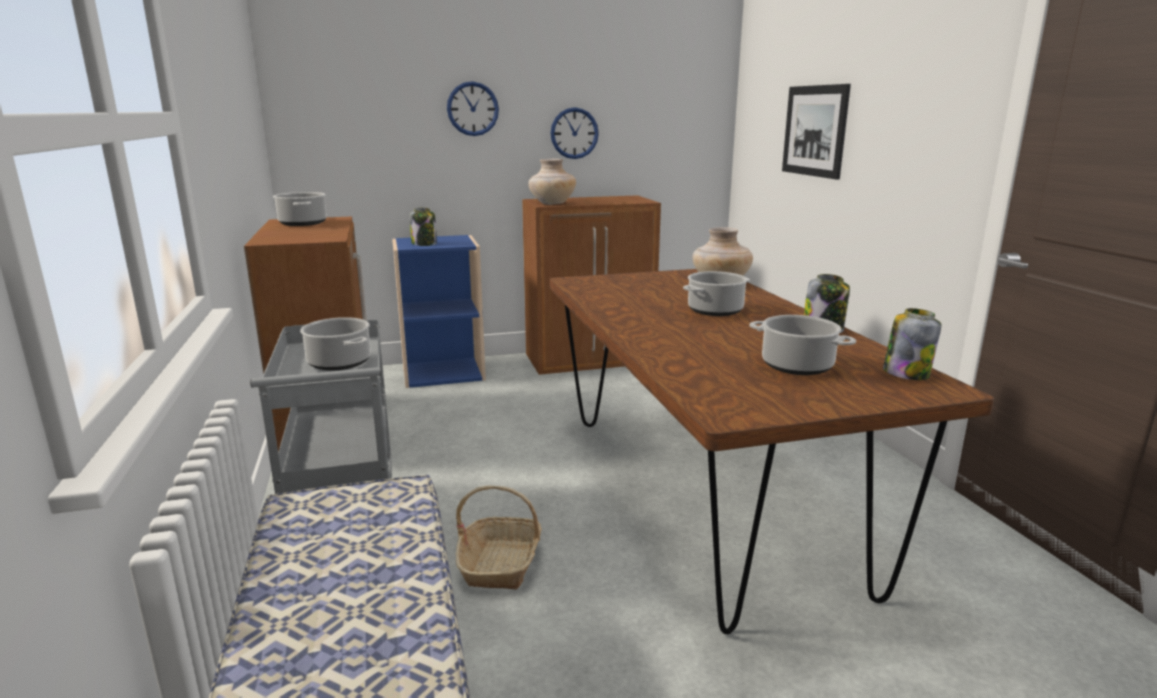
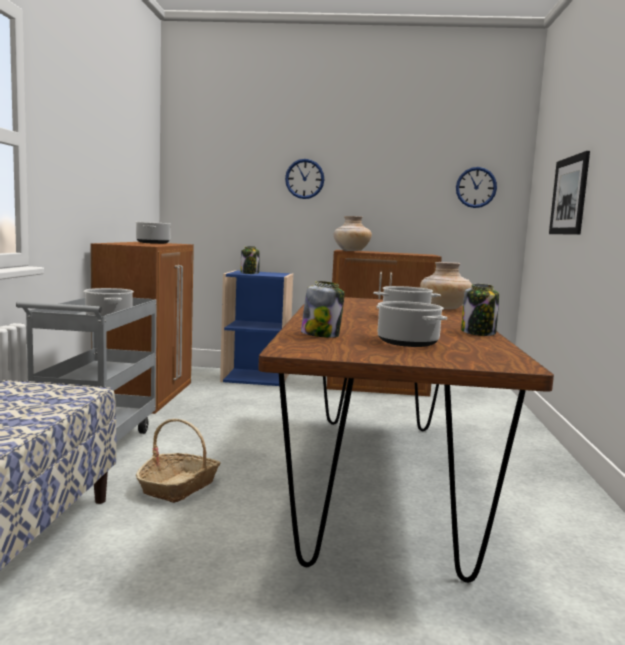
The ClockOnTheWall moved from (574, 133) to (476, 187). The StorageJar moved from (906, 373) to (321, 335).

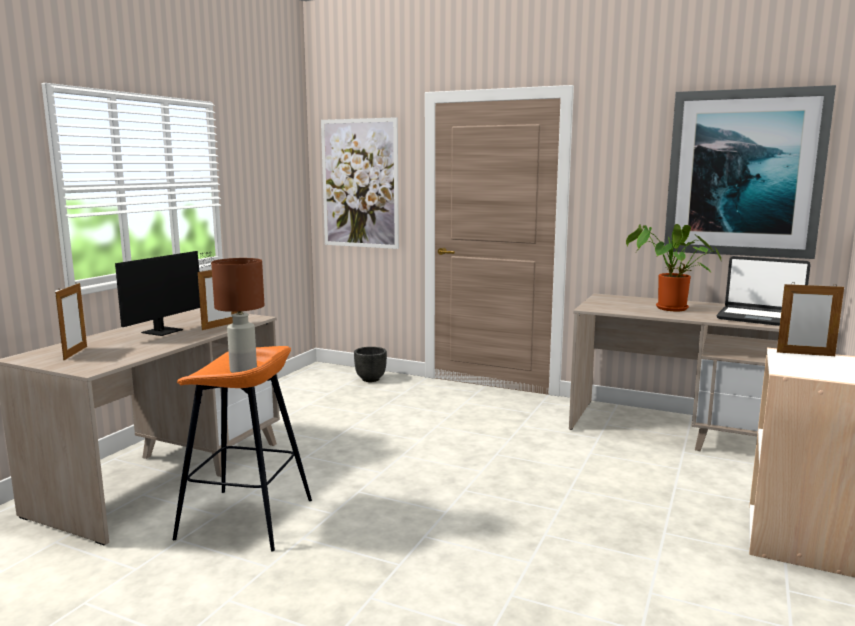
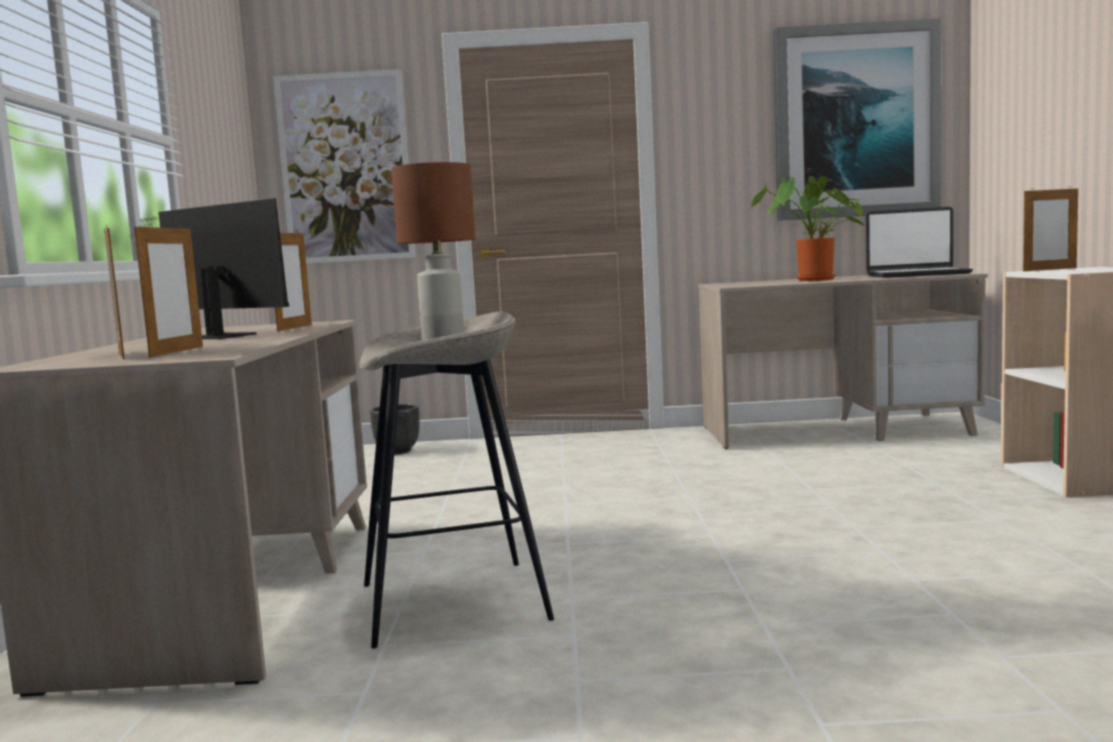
The PictureFrame at (177, 351) appeared. The OrangeySittingStool at (246, 519) became the GreyishSittingStool at (454, 601). The Monitor at (167, 330) turned 60 degrees counterclockwise.

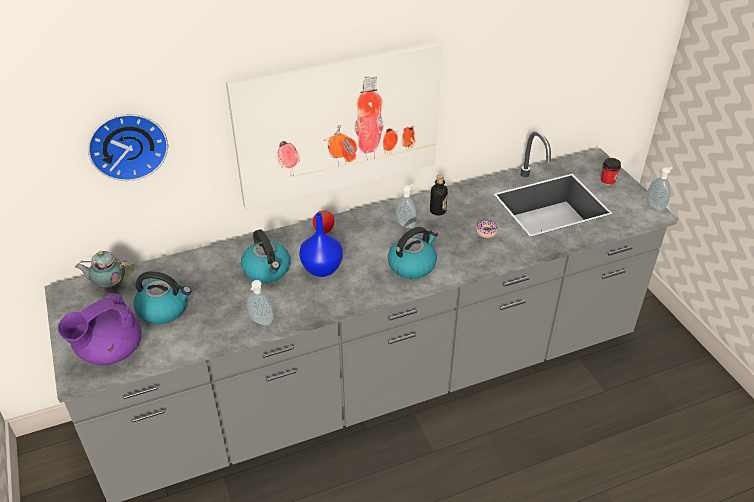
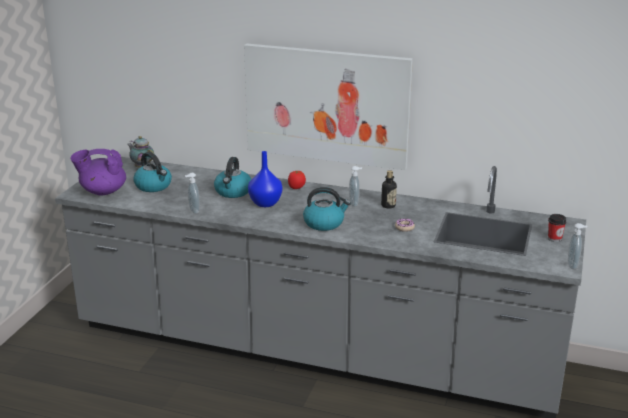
The ClockOnTheWall at (127, 144) disappeared.

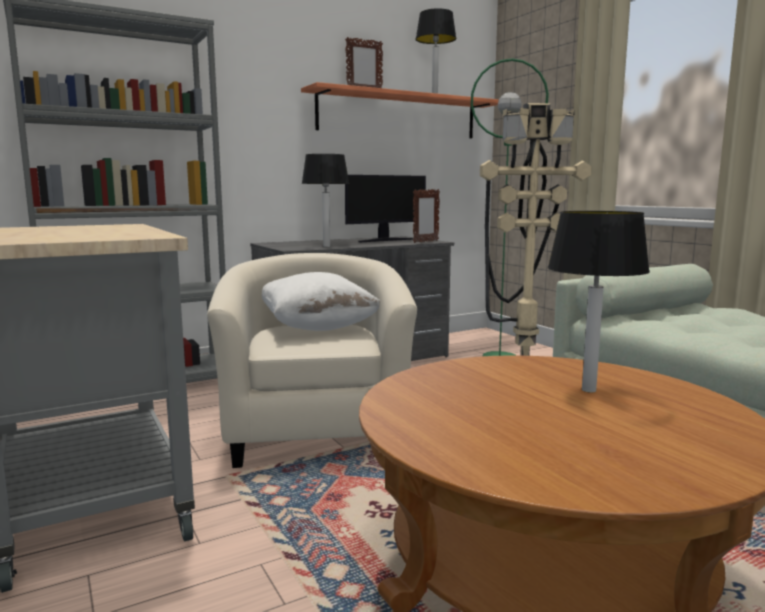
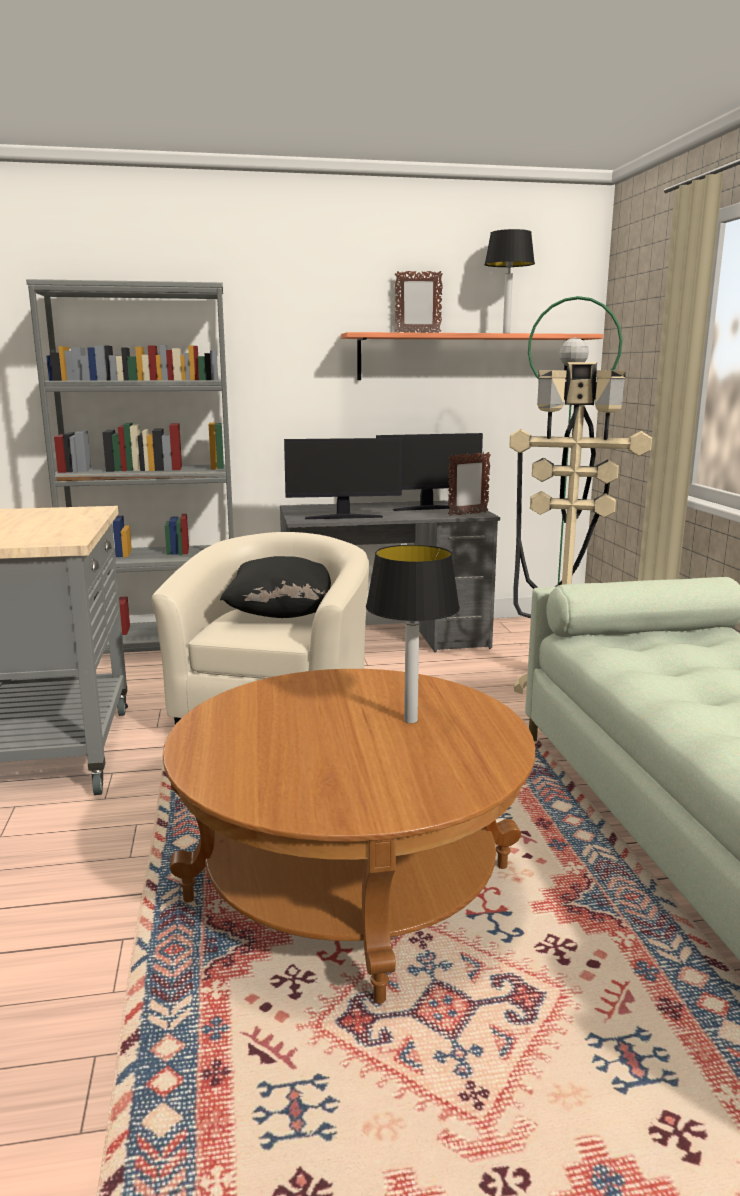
The LampForATable at (326, 246) was replaced by the Monitor at (343, 517). The WhitishPillow at (317, 328) became the BlackColouredPillow at (282, 613).

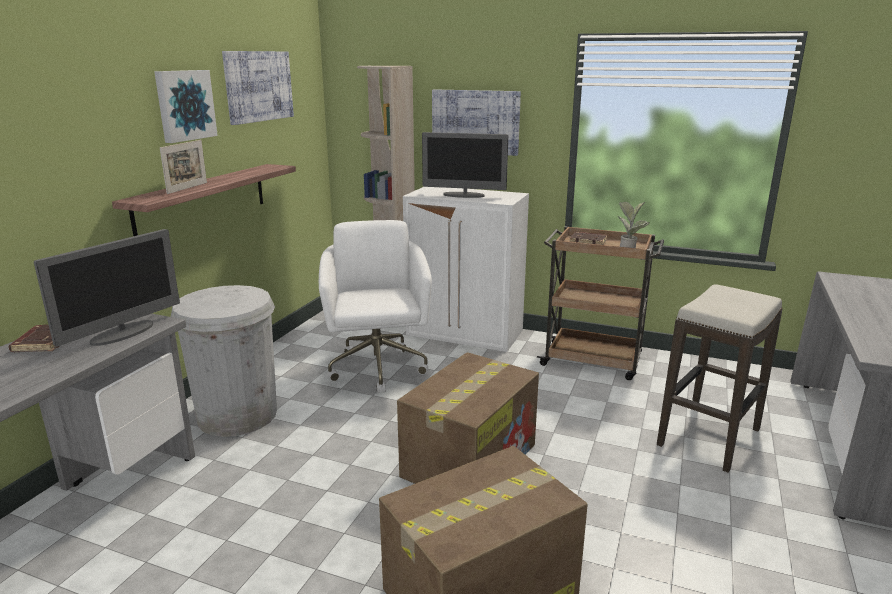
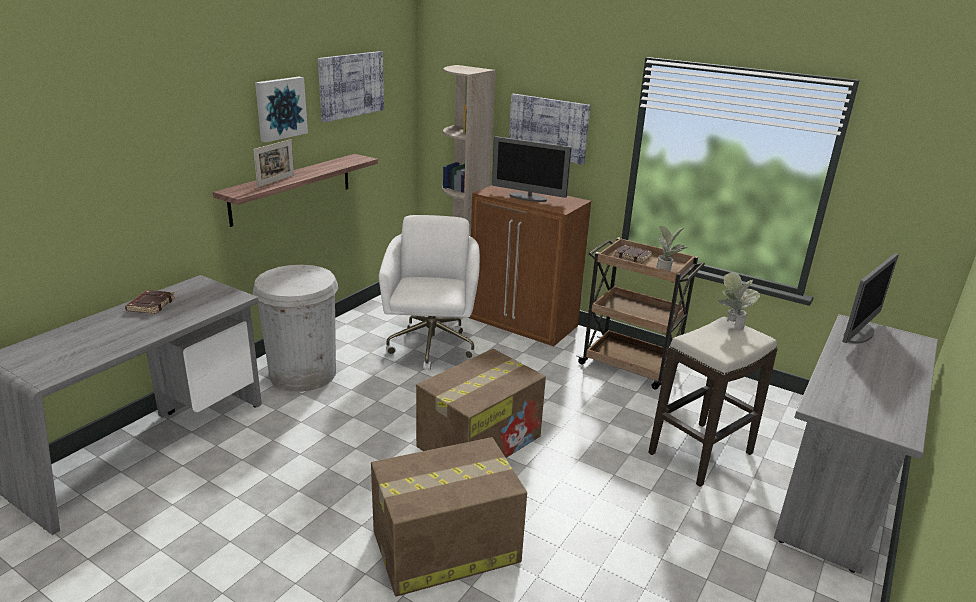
The Houseplant at (731, 325) appeared. The Monitor moved from (123, 333) to (858, 334). The WhitishCabinet at (465, 332) became the BrownCabinet at (523, 322).

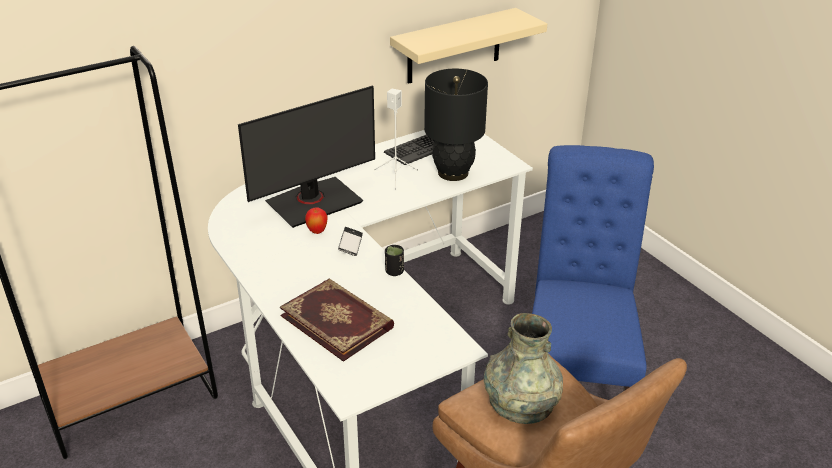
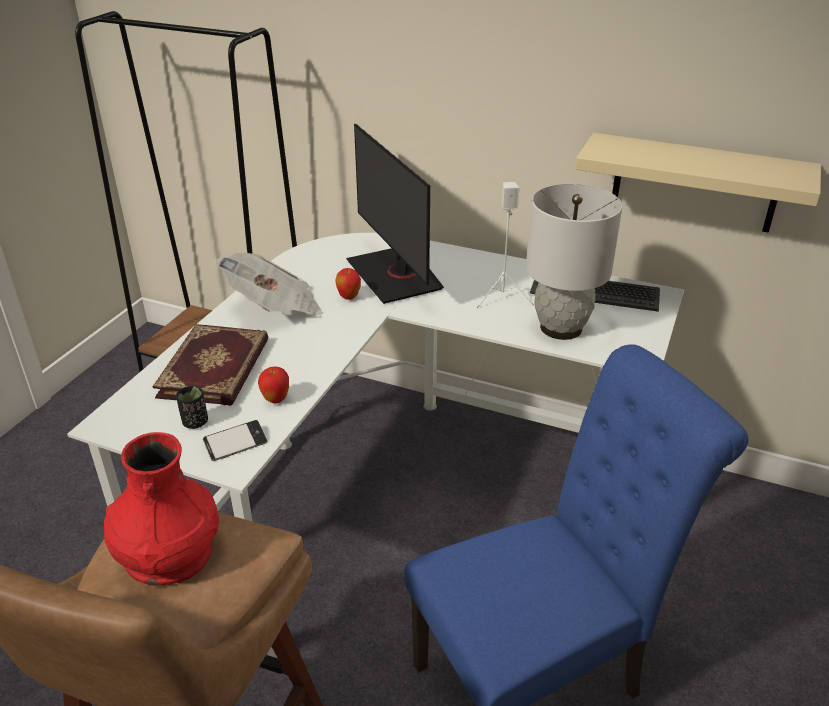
The PrintedPaper at (275, 308) appeared. The AppleFruit at (276, 400) appeared. The Handset moved from (350, 244) to (235, 444). The BlackColouredSmallCup moved from (394, 272) to (195, 422). The BlackColouredLampForATable at (453, 173) became the WhitishLampForATable at (561, 328). The GreyishVase at (521, 402) became the ReddishVase at (168, 552). The Monitor at (313, 202) turned 45 degrees clockwise.

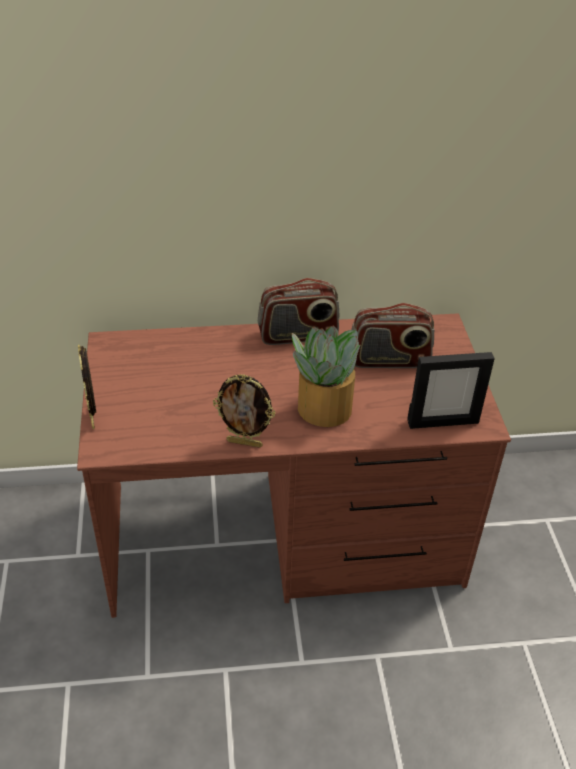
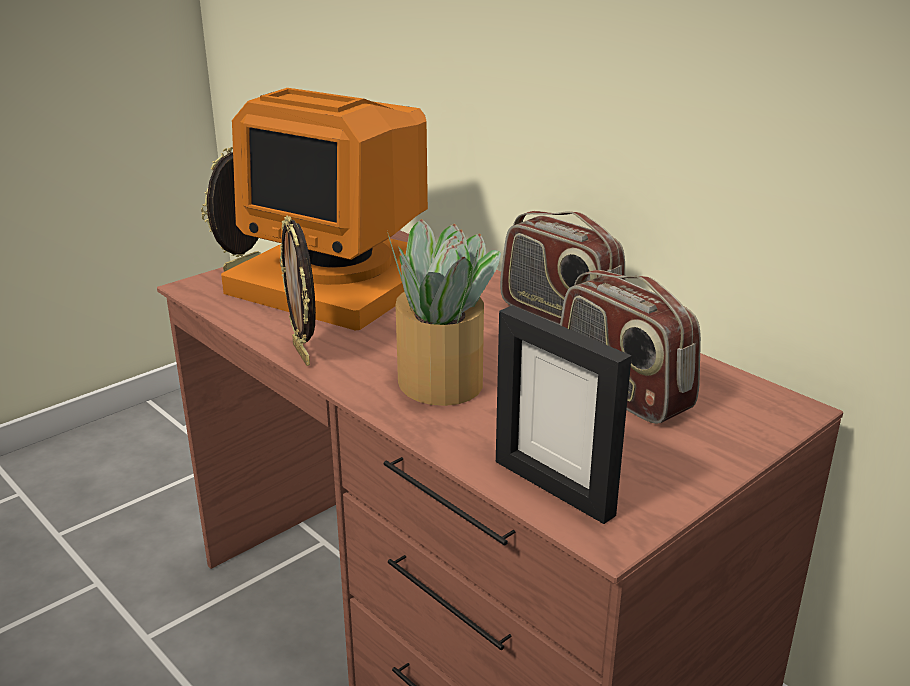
The Monitor at (342, 279) appeared.

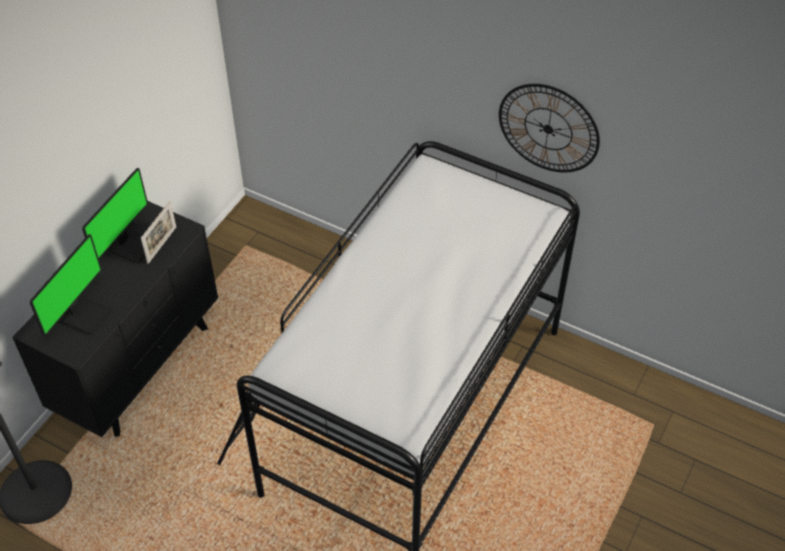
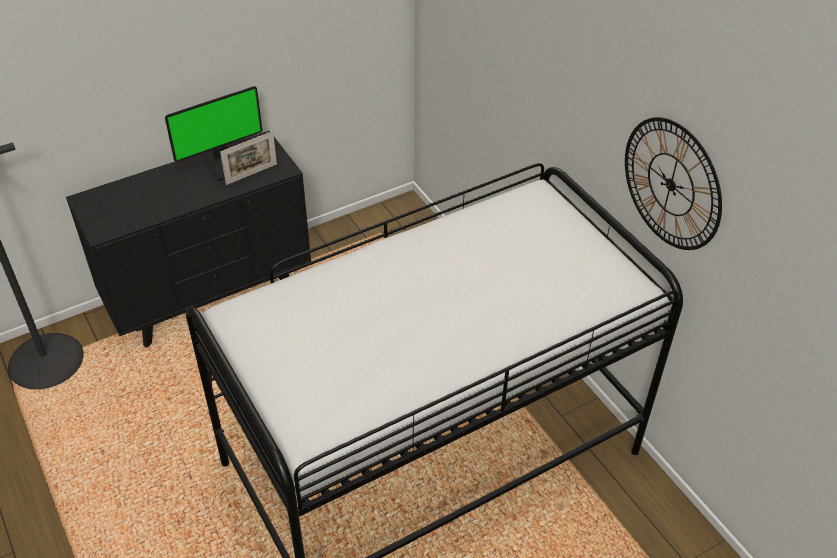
The Monitor at (86, 315) disappeared.

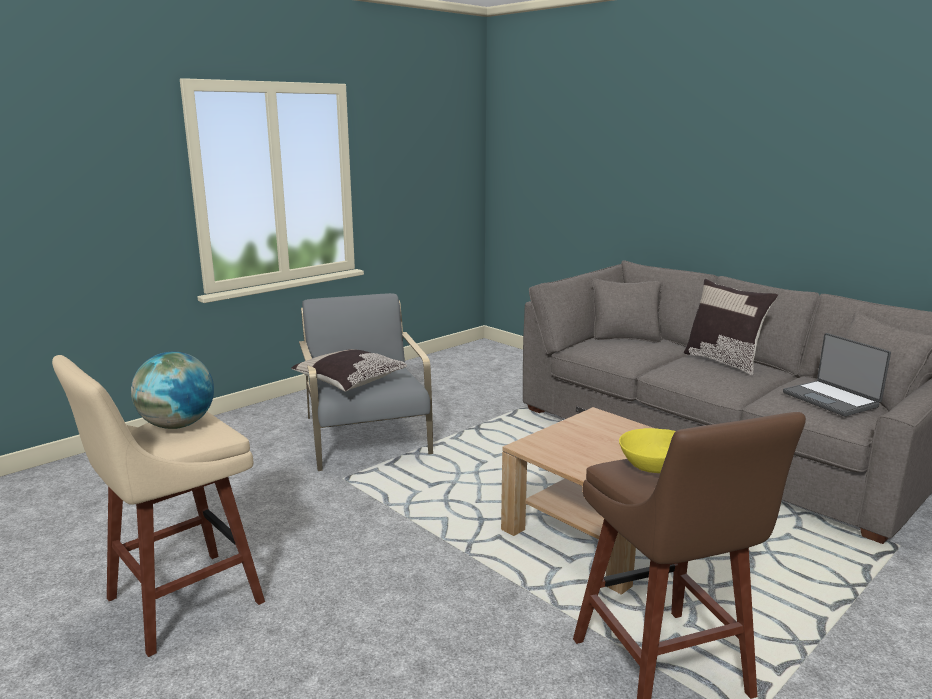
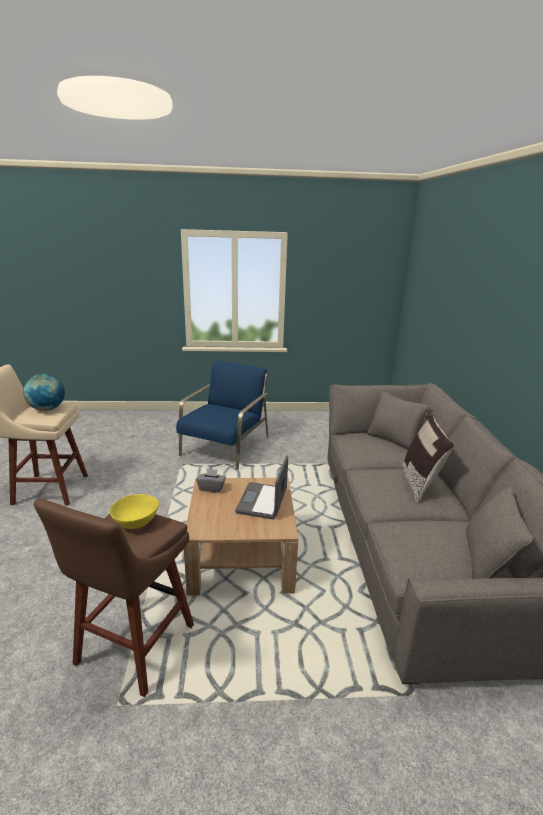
The Pillow at (350, 382) disappeared. The GreyishBoxOfTissues at (211, 488) appeared. The NotebookComputer moved from (831, 399) to (263, 501). The GreyishEasyChair at (367, 439) became the BluishEasyChair at (224, 448).

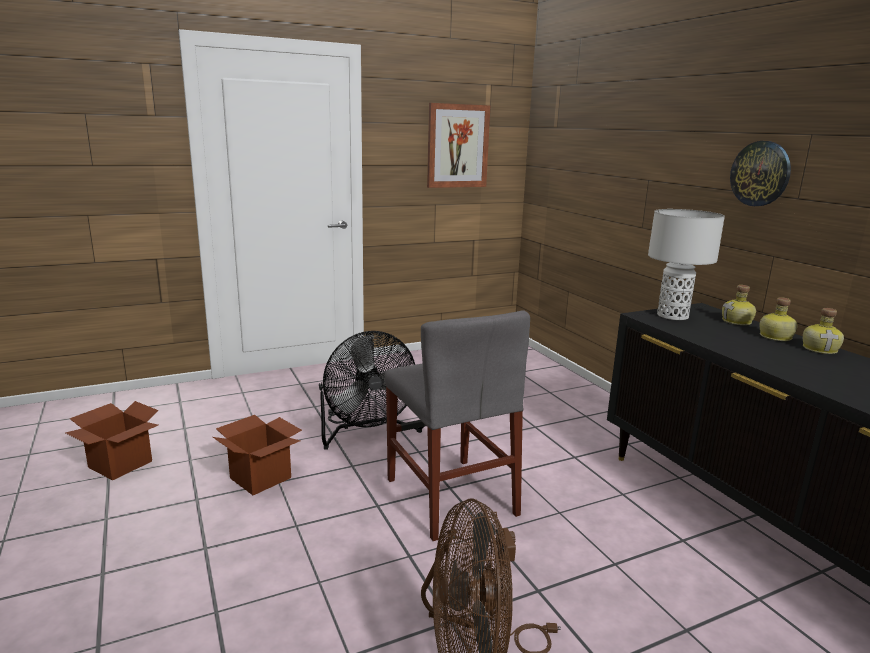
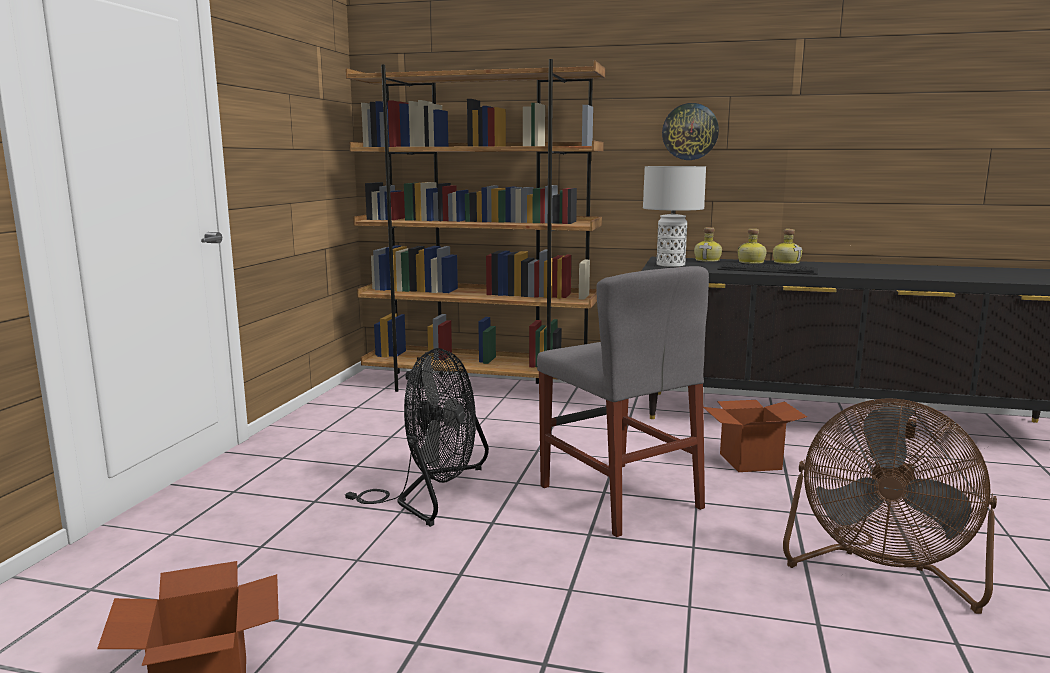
The WallPicture at (457, 146) disappeared. The BrownShelvingUnit at (480, 388) appeared. The Keyboard at (768, 269) appeared. The CardboardBox moved from (260, 478) to (750, 461). The GreyishChair at (450, 496) turned 45 degrees clockwise.

